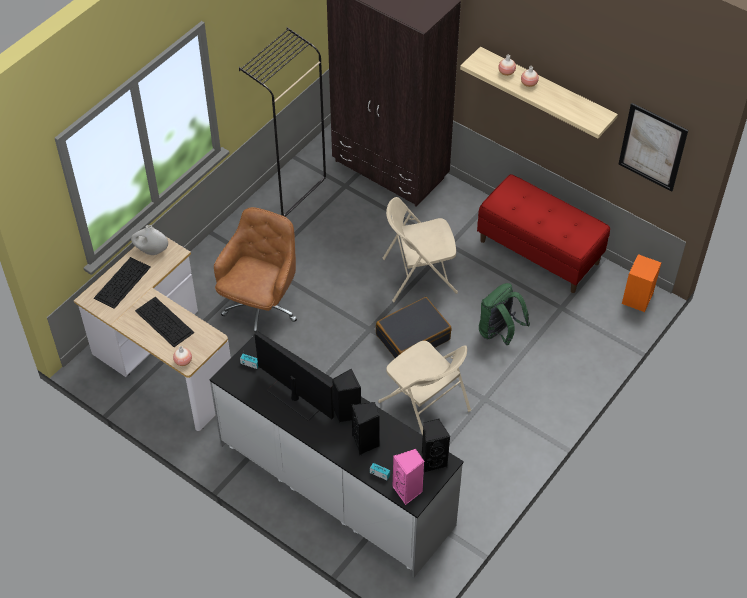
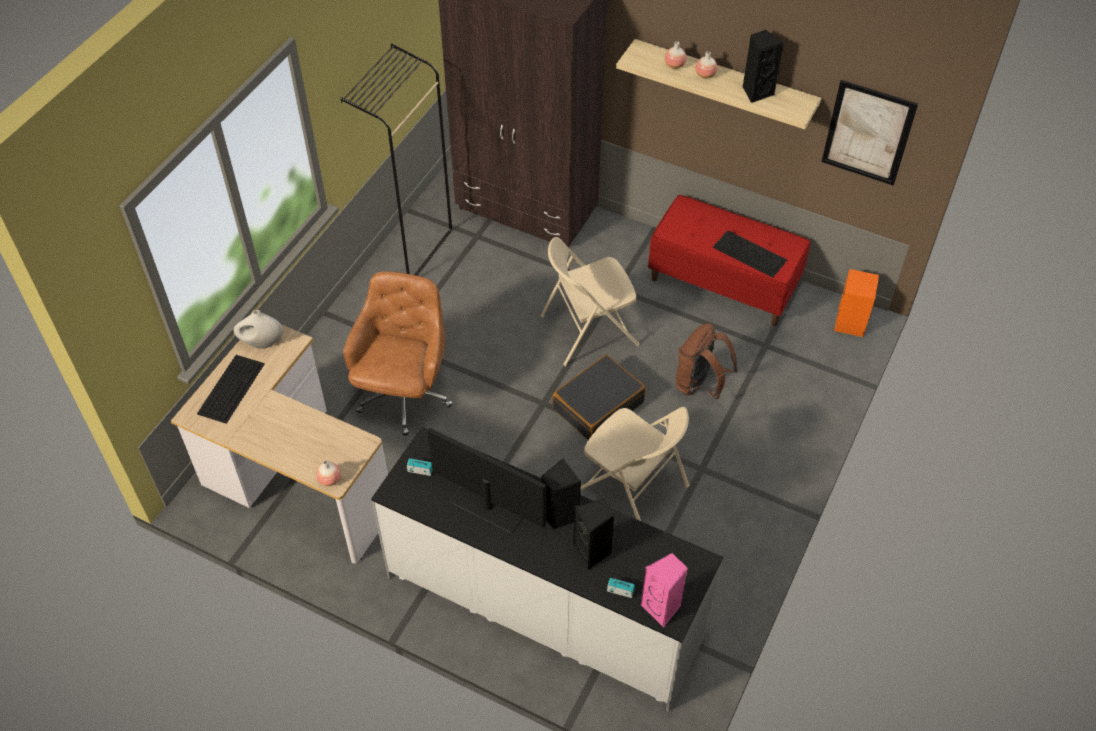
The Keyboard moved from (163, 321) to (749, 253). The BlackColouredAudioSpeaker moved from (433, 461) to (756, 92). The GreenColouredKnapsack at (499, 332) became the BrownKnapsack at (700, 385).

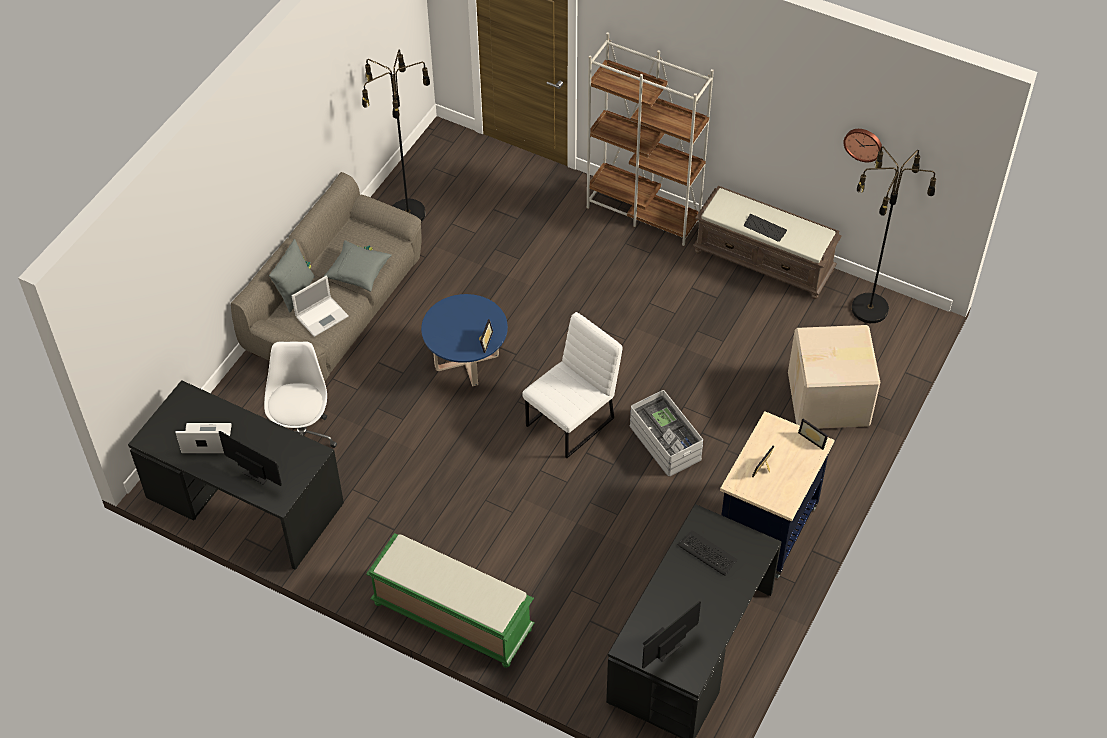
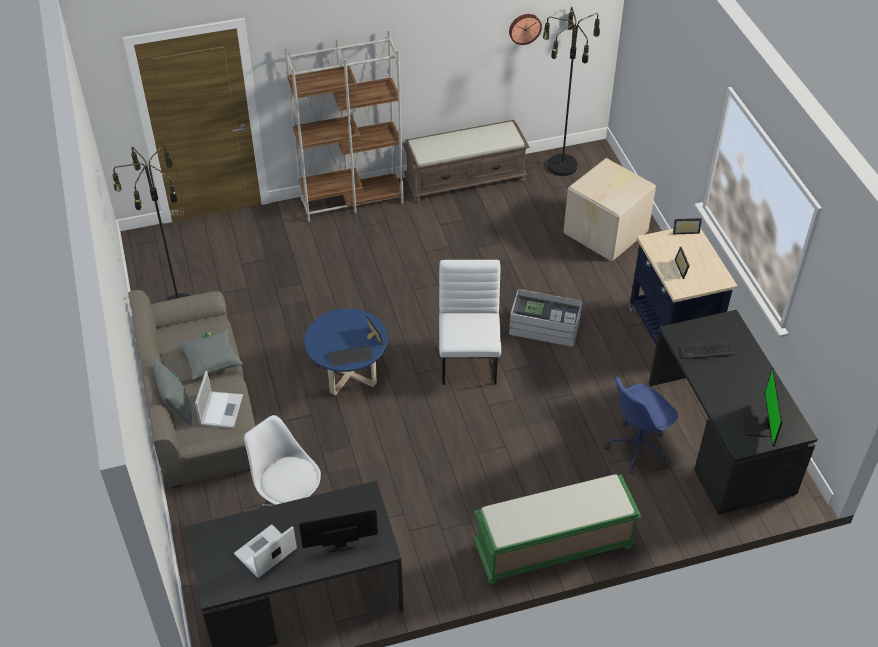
The BluishComputerChair at (636, 449) appeared. The Keyboard moved from (765, 228) to (350, 356).

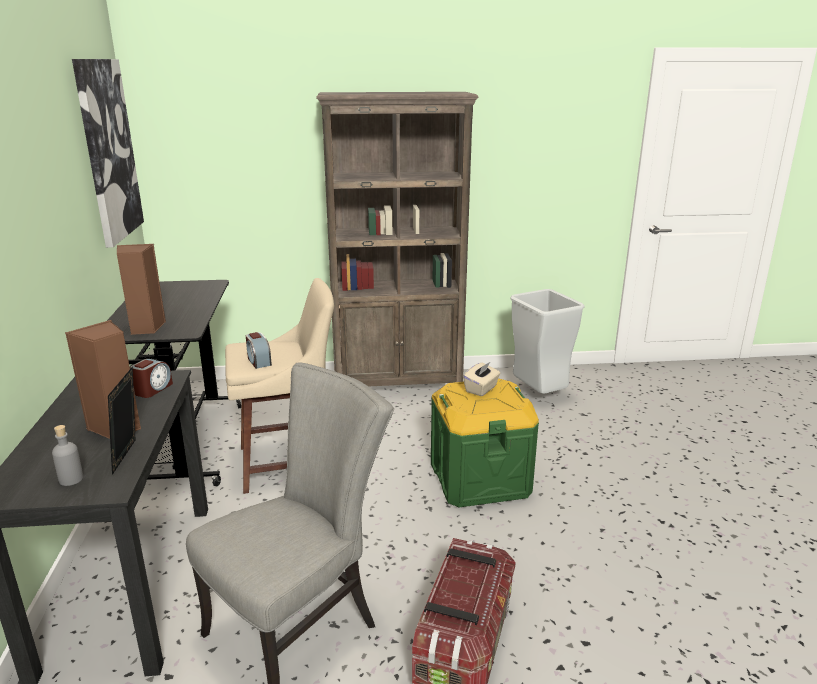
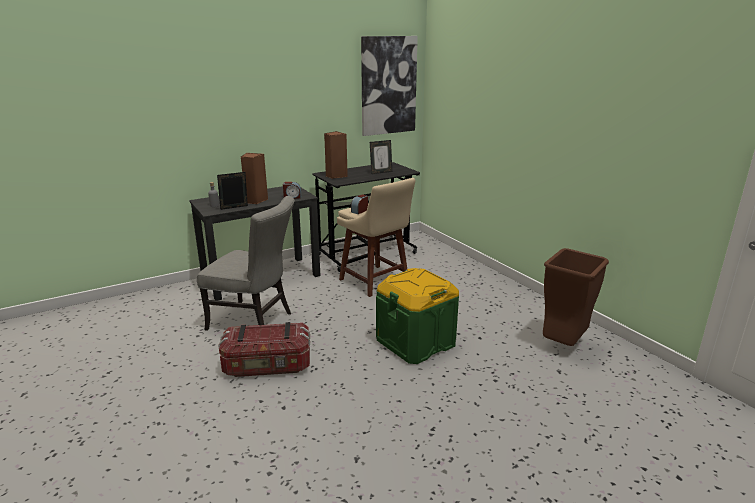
The BrownShelvingUnit at (398, 383) disappeared. The BeigeBoxOfTissues at (481, 389) disappeared. The PictureFrame at (381, 172) appeared. The GreyishWasteBin at (539, 395) became the BrownWasteBin at (563, 345).

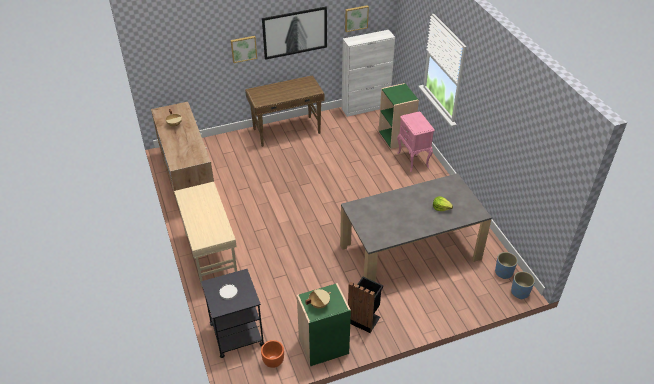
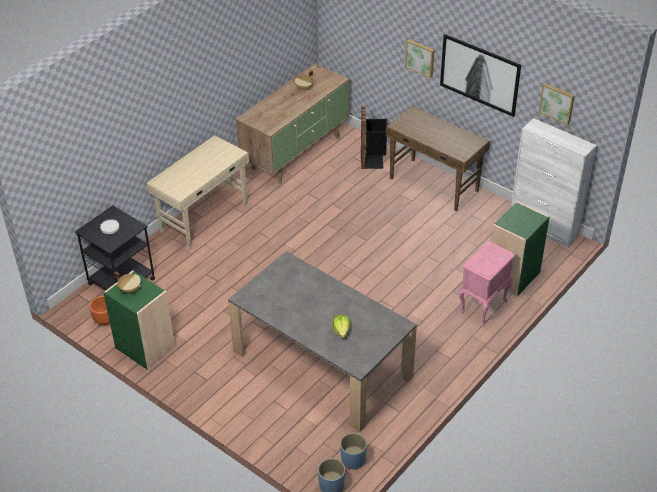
The BlackColouredWasteBin moved from (364, 318) to (373, 160).

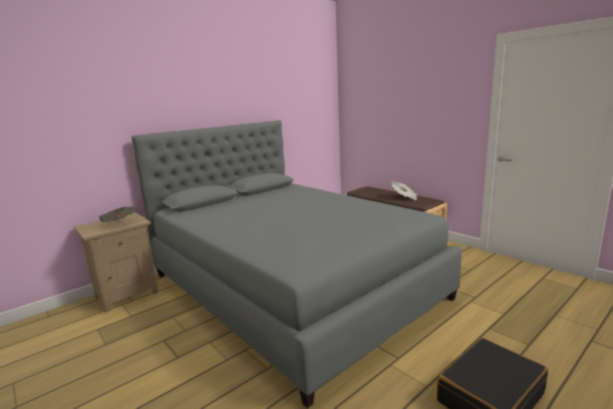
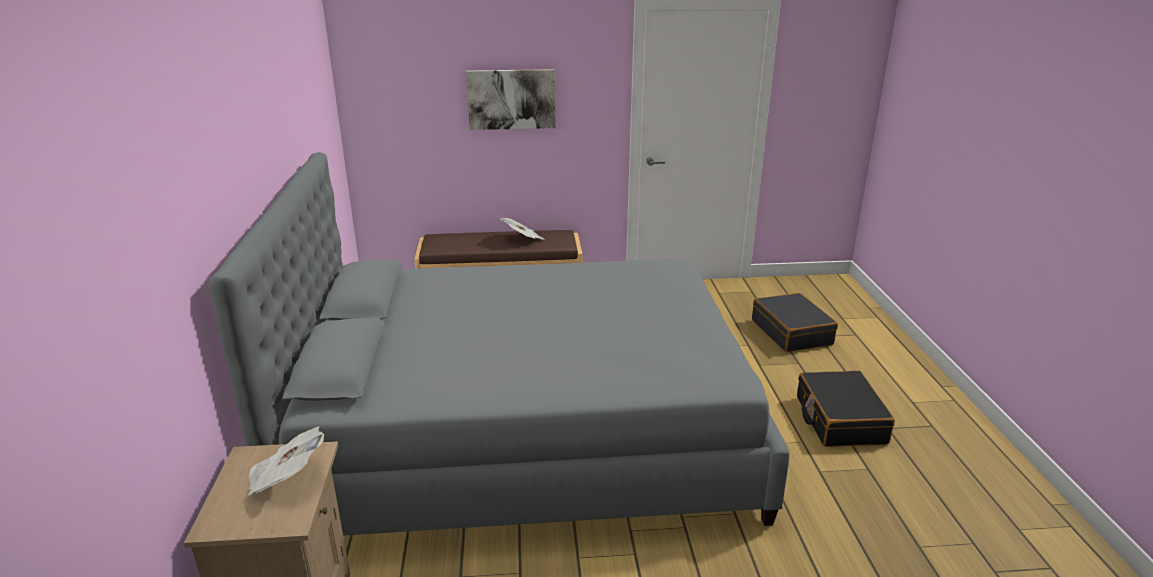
The WallPicture at (511, 99) appeared. The BlackColouredSuitcase at (792, 332) appeared.

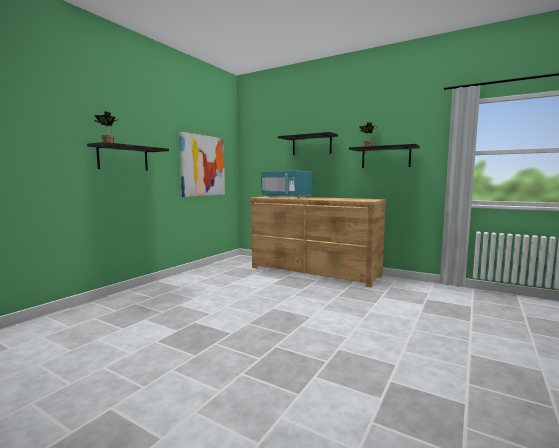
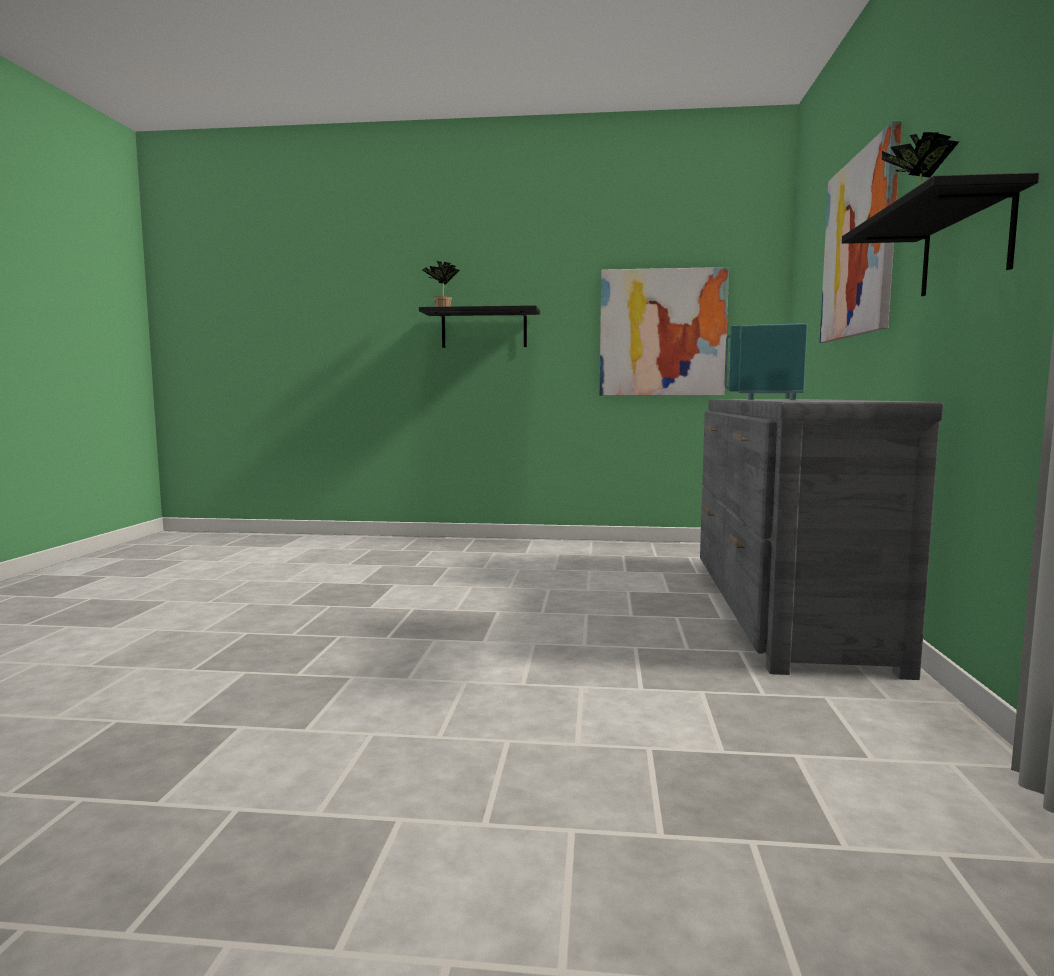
The BlackColouredShelf at (311, 145) was replaced by the WallPicture at (859, 246). The BrownDrawerChest at (314, 272) became the GreyishDrawerChest at (782, 608).

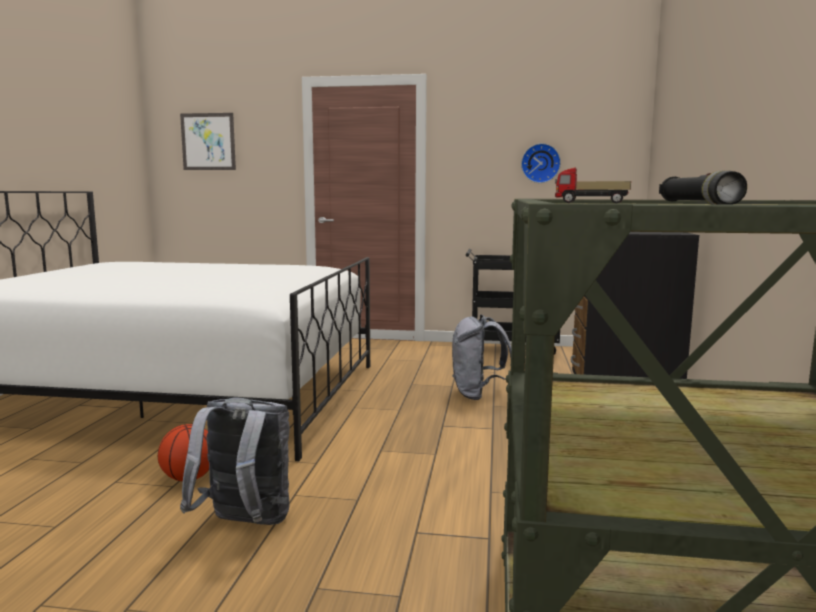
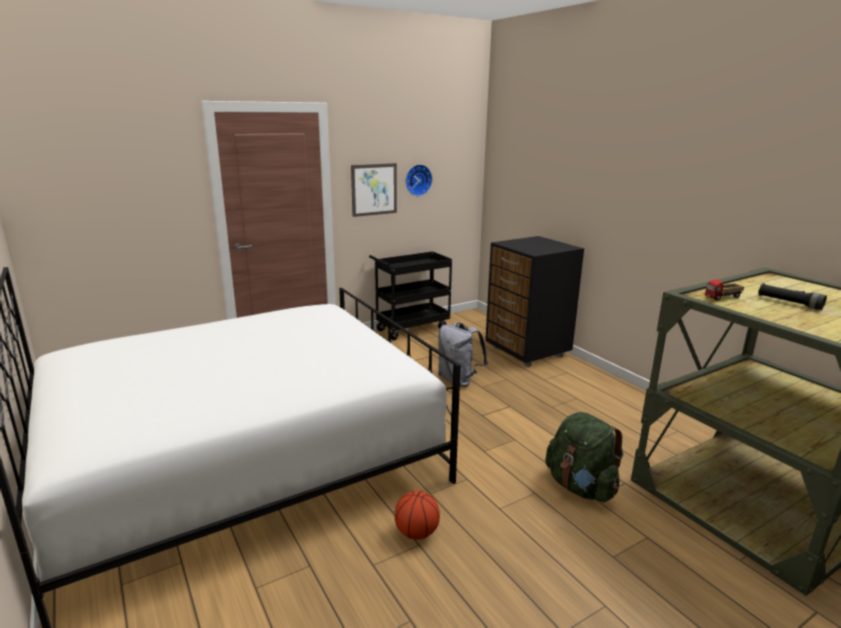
The GreyishKnapsack at (244, 525) disappeared. The GreenColouredKnapsack at (580, 487) appeared. The WallPicture moved from (208, 141) to (374, 189).

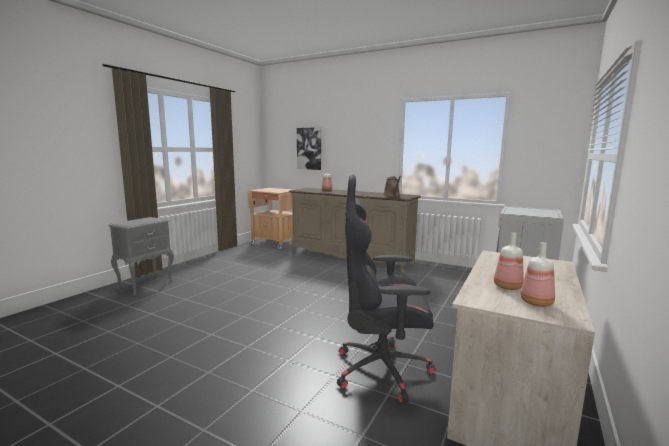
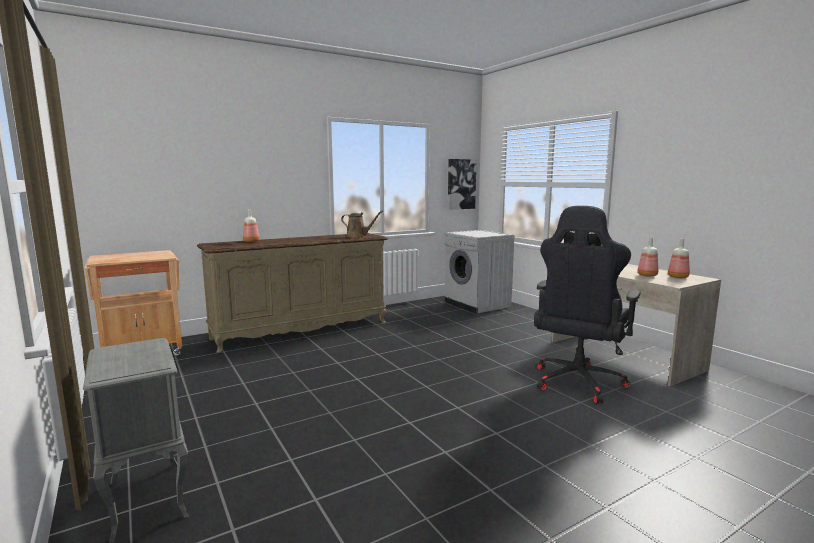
The WallPicture moved from (309, 148) to (461, 184).

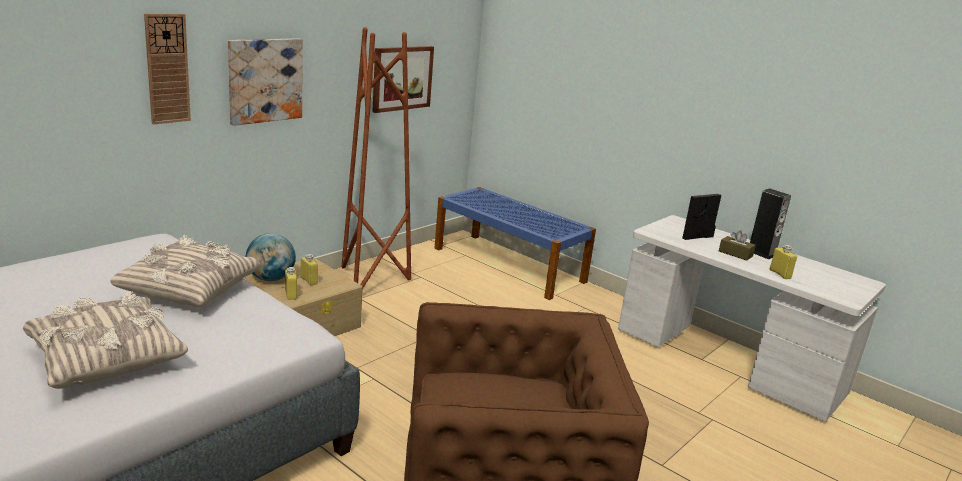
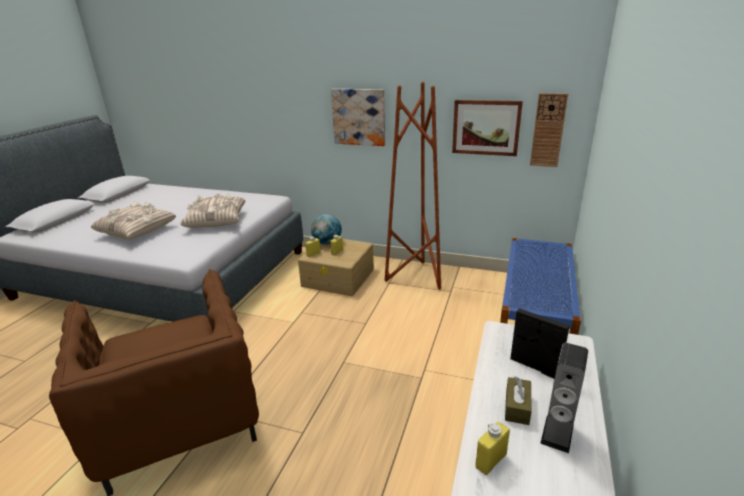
The ClockOnTheWall moved from (167, 69) to (548, 130).

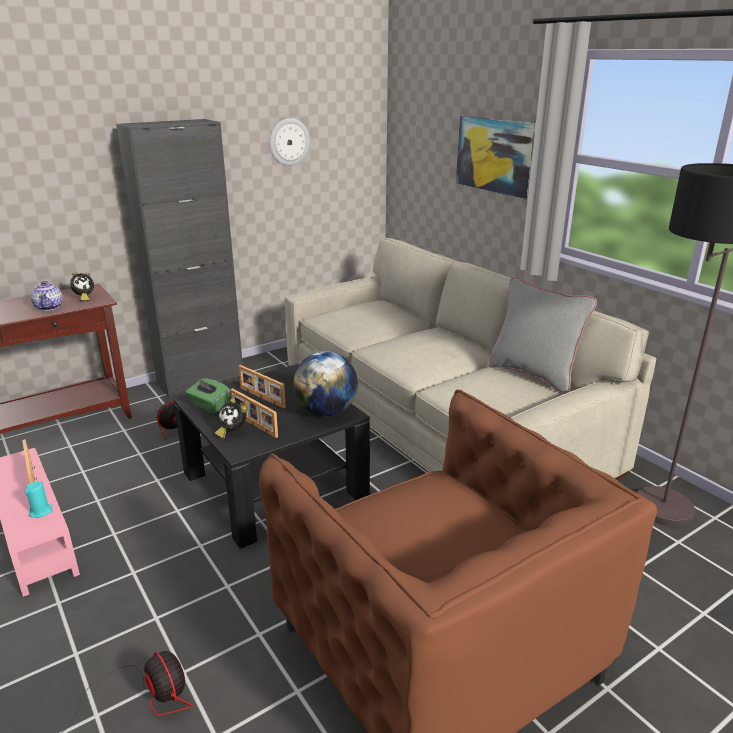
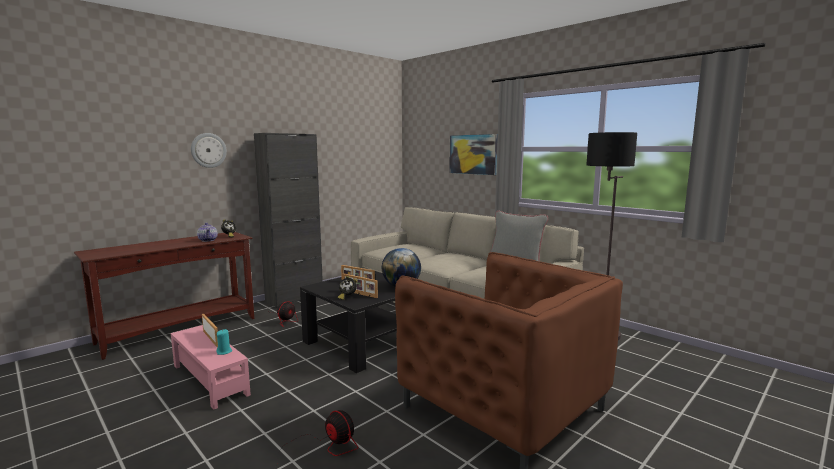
The GreenColouredBoxOfTissues at (209, 406) disappeared. The ClockOnTheWall moved from (289, 142) to (208, 150).

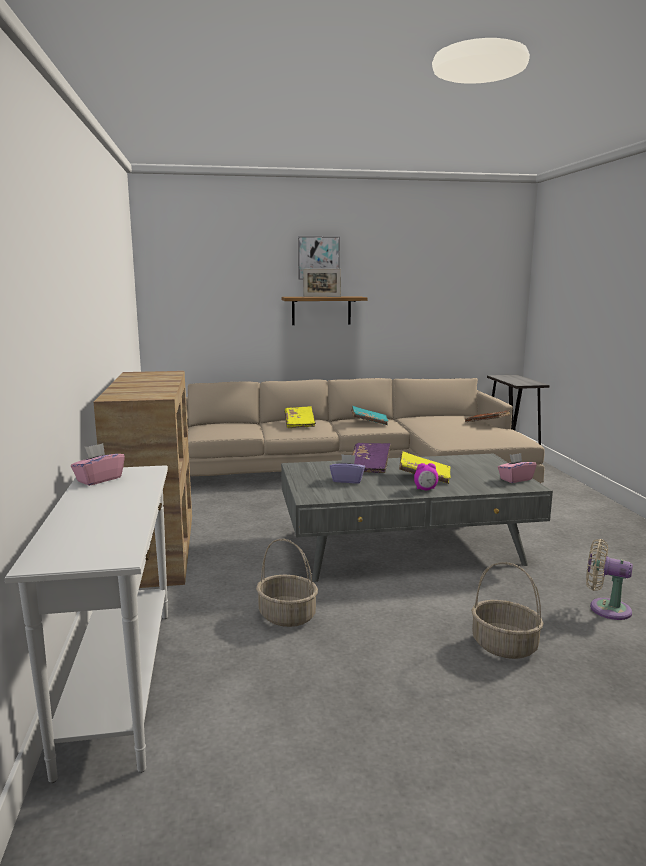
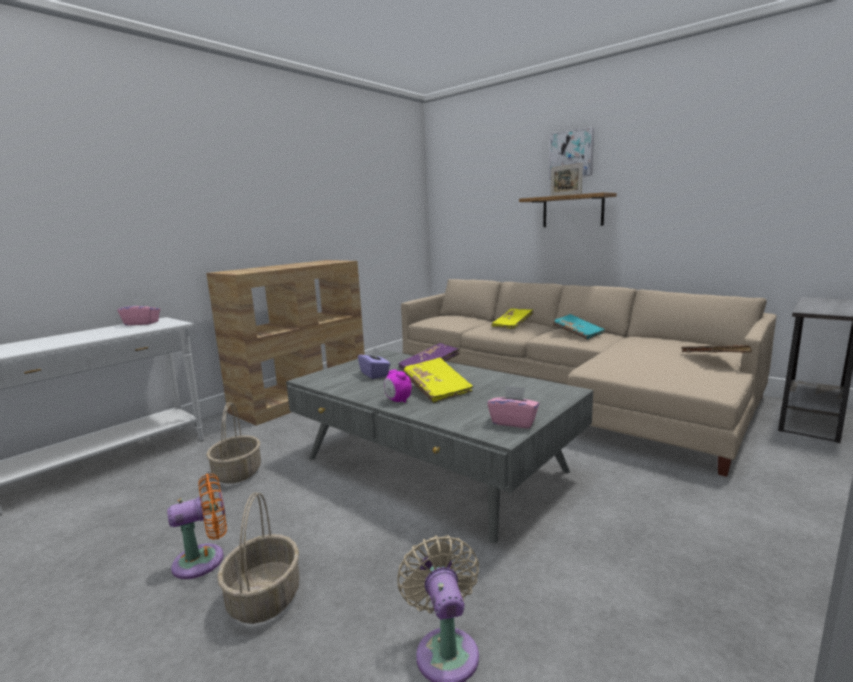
The OrangeyFan at (204, 560) appeared.

